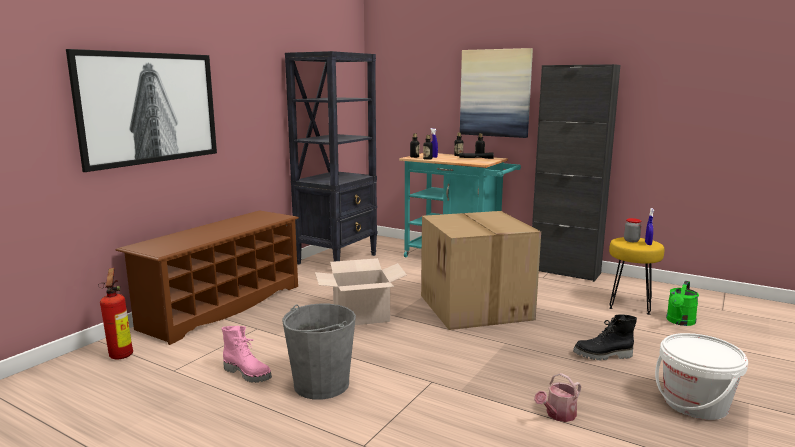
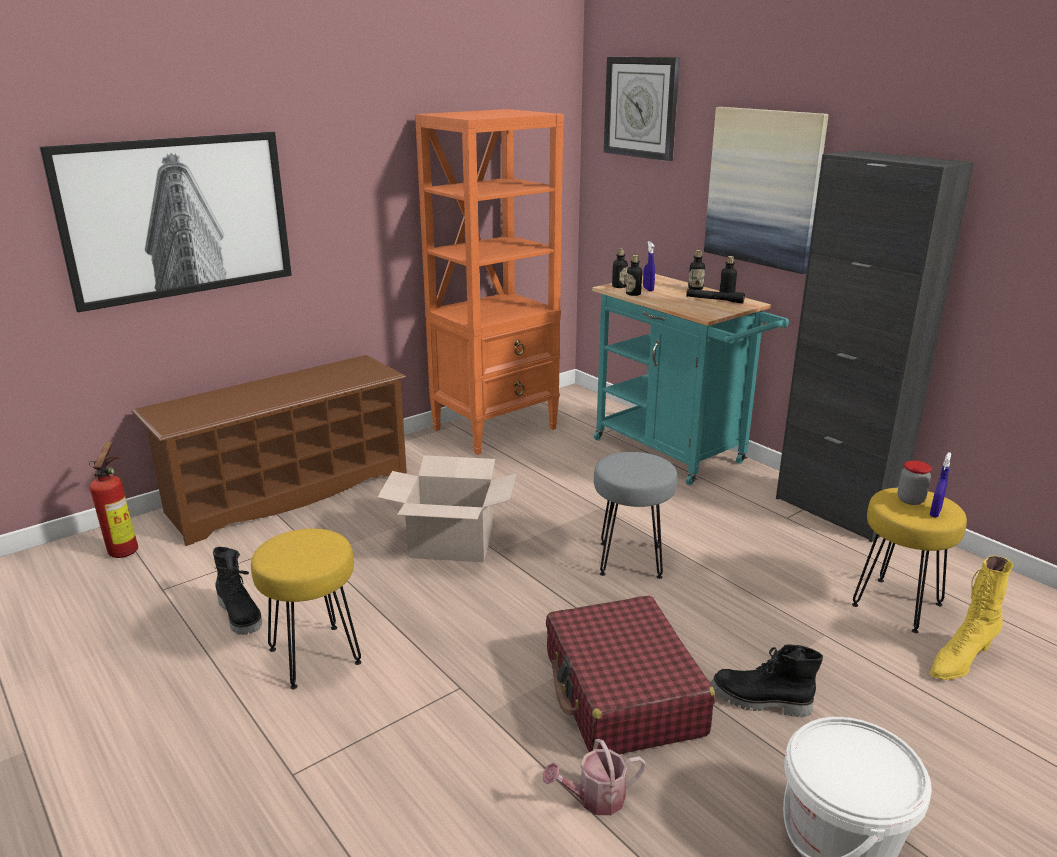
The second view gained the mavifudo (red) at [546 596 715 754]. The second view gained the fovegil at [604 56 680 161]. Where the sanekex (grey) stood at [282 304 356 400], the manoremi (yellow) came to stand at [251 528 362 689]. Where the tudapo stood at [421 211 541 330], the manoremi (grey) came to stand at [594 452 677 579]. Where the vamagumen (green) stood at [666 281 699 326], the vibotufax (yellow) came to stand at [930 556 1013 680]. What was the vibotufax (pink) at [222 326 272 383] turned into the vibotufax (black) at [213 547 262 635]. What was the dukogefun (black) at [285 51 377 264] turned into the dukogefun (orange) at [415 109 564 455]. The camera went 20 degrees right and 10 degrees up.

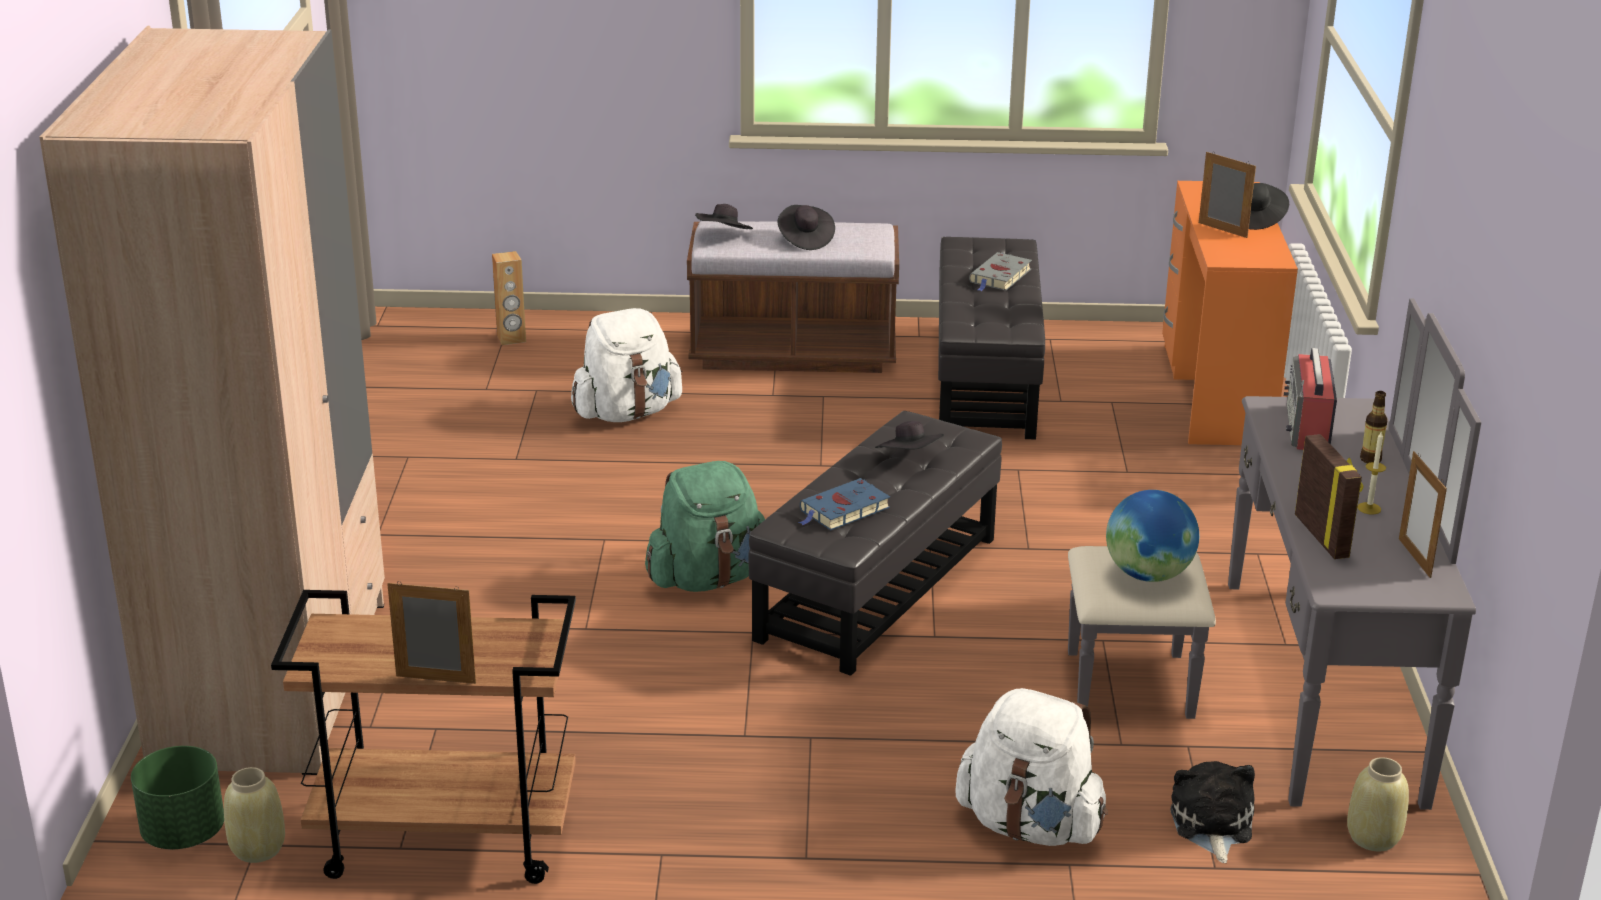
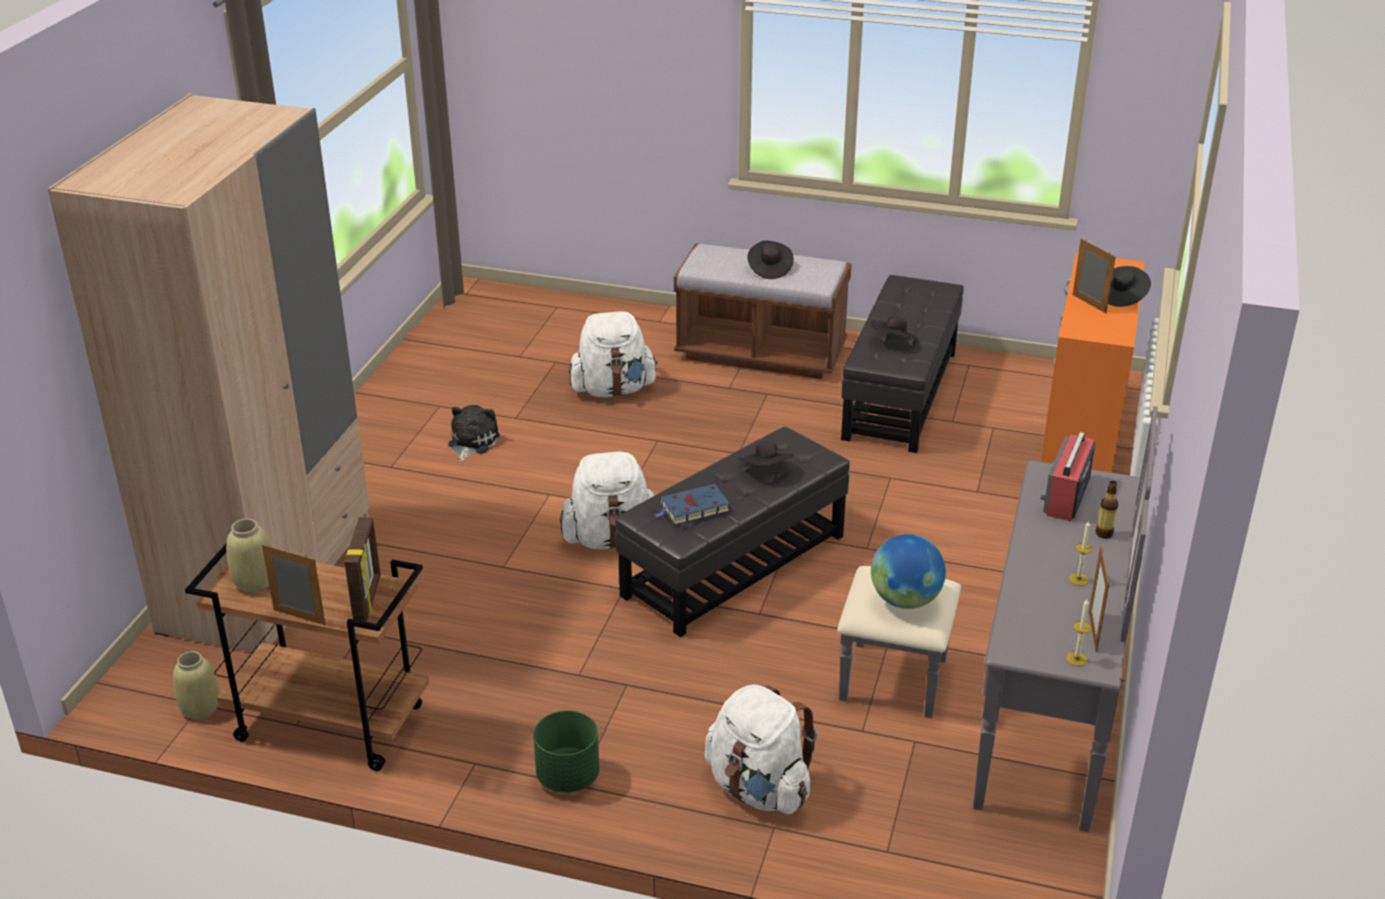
The second view lost the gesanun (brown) at [492 251 526 345]. The second view lost the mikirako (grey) at [969 252 1032 291]. The second view gained the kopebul at [1066 599 1091 666]. The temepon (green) ended up elsewhere, having gone from [131 746 224 849] to [533 710 600 793]. The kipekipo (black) ended up elsewhere, having gone from [695 204 753 229] to [871 316 919 339]. The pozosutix ended up elsewhere, having gone from [1170 761 1255 863] to [448 405 500 462]. The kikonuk ended up elsewhere, having gone from [1295 434 1363 559] to [344 517 381 621]. The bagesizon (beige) ended up elsewhere, having gone from [1347 757 1409 851] to [226 519 271 592]. What was the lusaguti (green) at [645 461 765 592] turned into the lusaguti (white) at [560 451 654 549]. The camera went 15 degrees right and 5 degrees up.

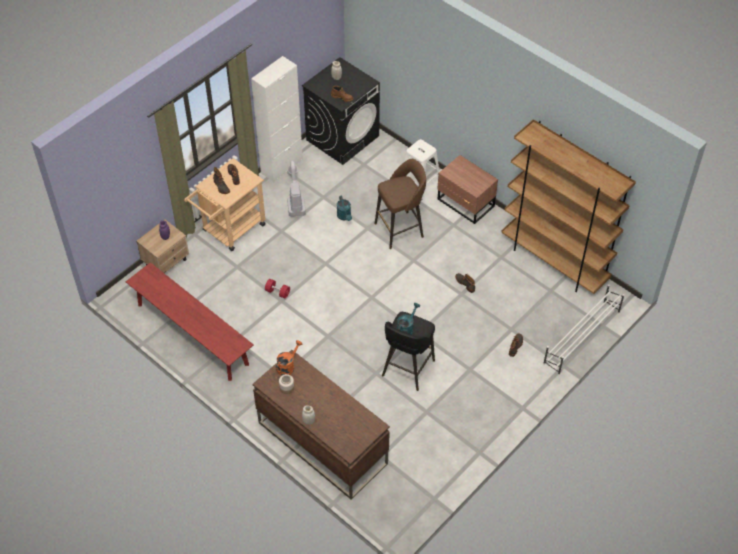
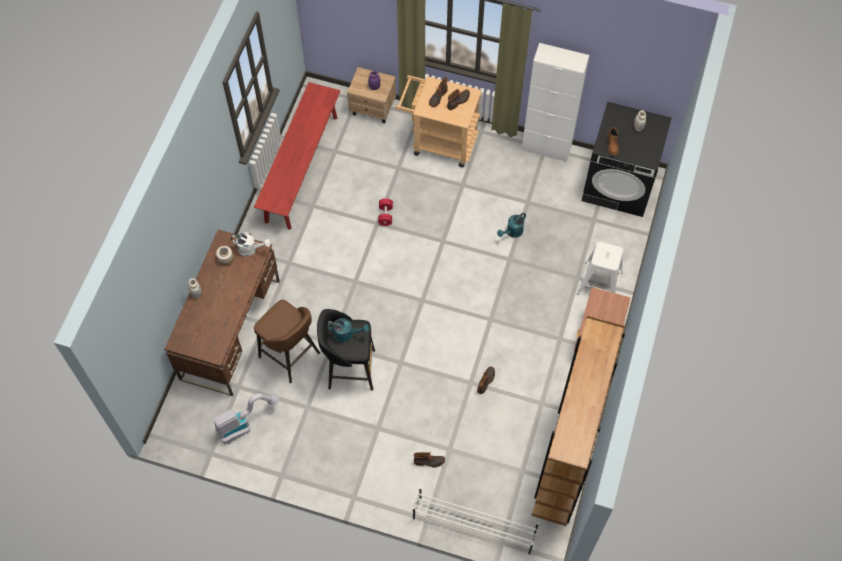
The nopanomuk ended up elsewhere, having gone from [287 160 306 217] to [214 393 279 445]. The manoremi (brown) ended up elsewhere, having gone from [374 159 426 249] to [254 300 320 383]. What was the vamagumen (orange) at [276 340 303 376] turned into the vamagumen (white) at [231 232 271 257]. The camera went 65 degrees right and 10 degrees up.

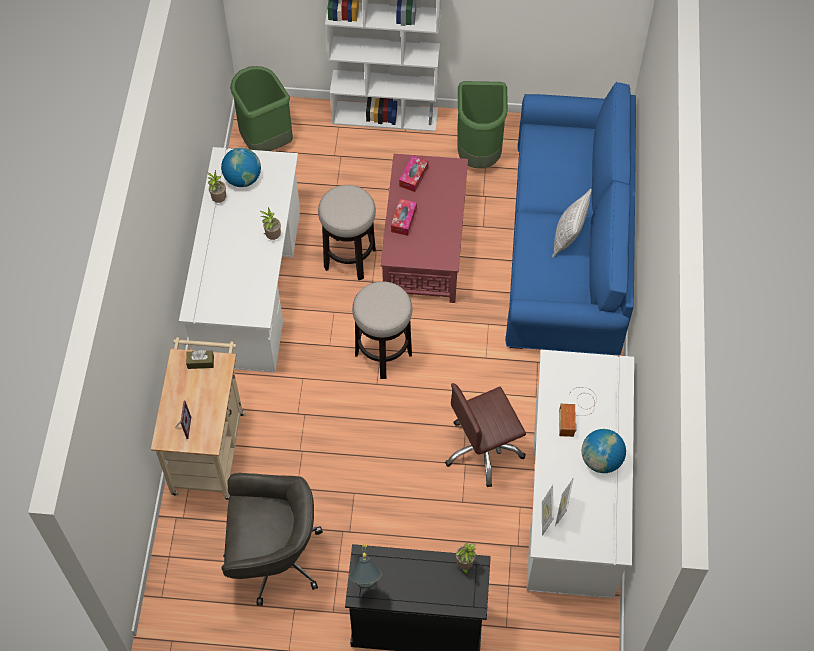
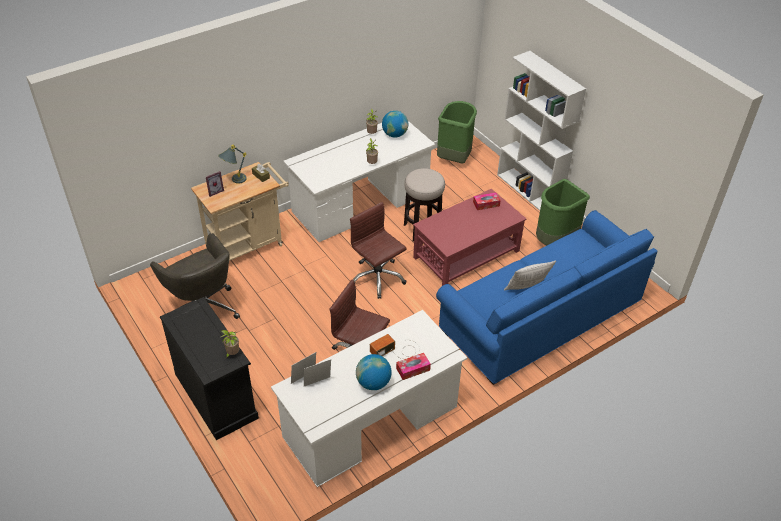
The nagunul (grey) ended up elsewhere, having gone from [349 544 382 588] to [218 145 247 184]. The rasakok ended up elsewhere, having gone from [391 199 417 236] to [396 353 431 380]. Where the manoremi stood at [352 281 412 379], the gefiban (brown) came to stand at [350 202 407 299]. The camera went 50 degrees right and 15 degrees down.

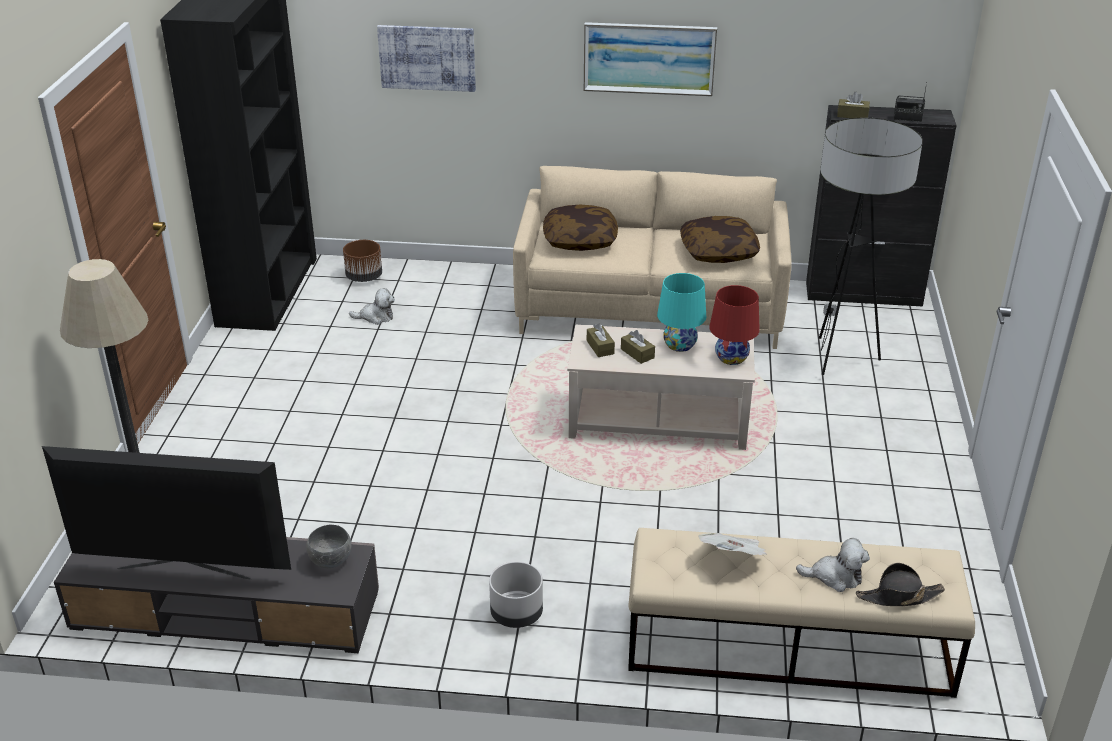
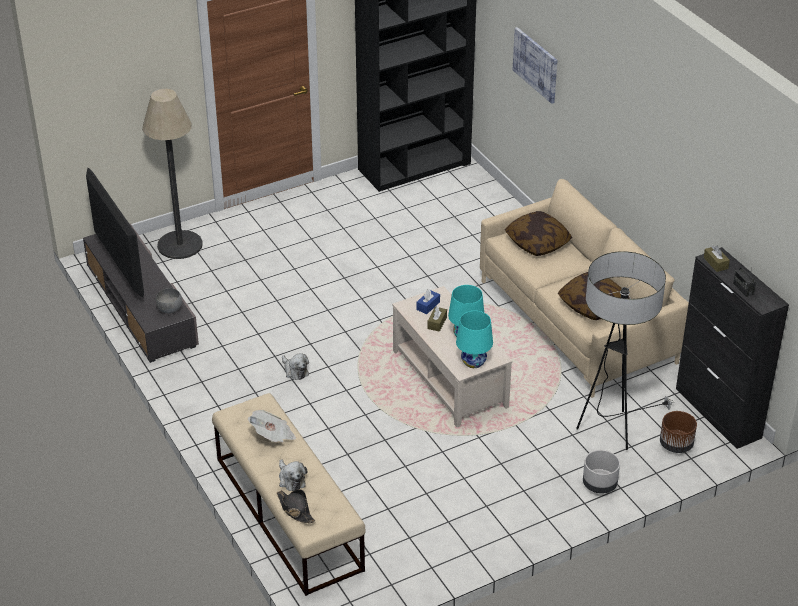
The second view lost the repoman at [583 22 717 96]. The temepon (brown) ended up elsewhere, having gone from [343 240 382 282] to [660 411 697 453]. The pozosutix ended up elsewhere, having gone from [349 288 395 325] to [282 353 309 380]. The temepon (grey) ended up elsewhere, having gone from [489 561 543 628] to [583 450 620 493]. What was the rasakok (brown) at [587 324 615 357] turned into the rasakok (blue) at [416 289 440 314]. What was the nagunul (red) at [709 285 760 365] turned into the nagunul (turquoise) at [456 311 493 368]. The camera went 55 degrees right and 5 degrees up.

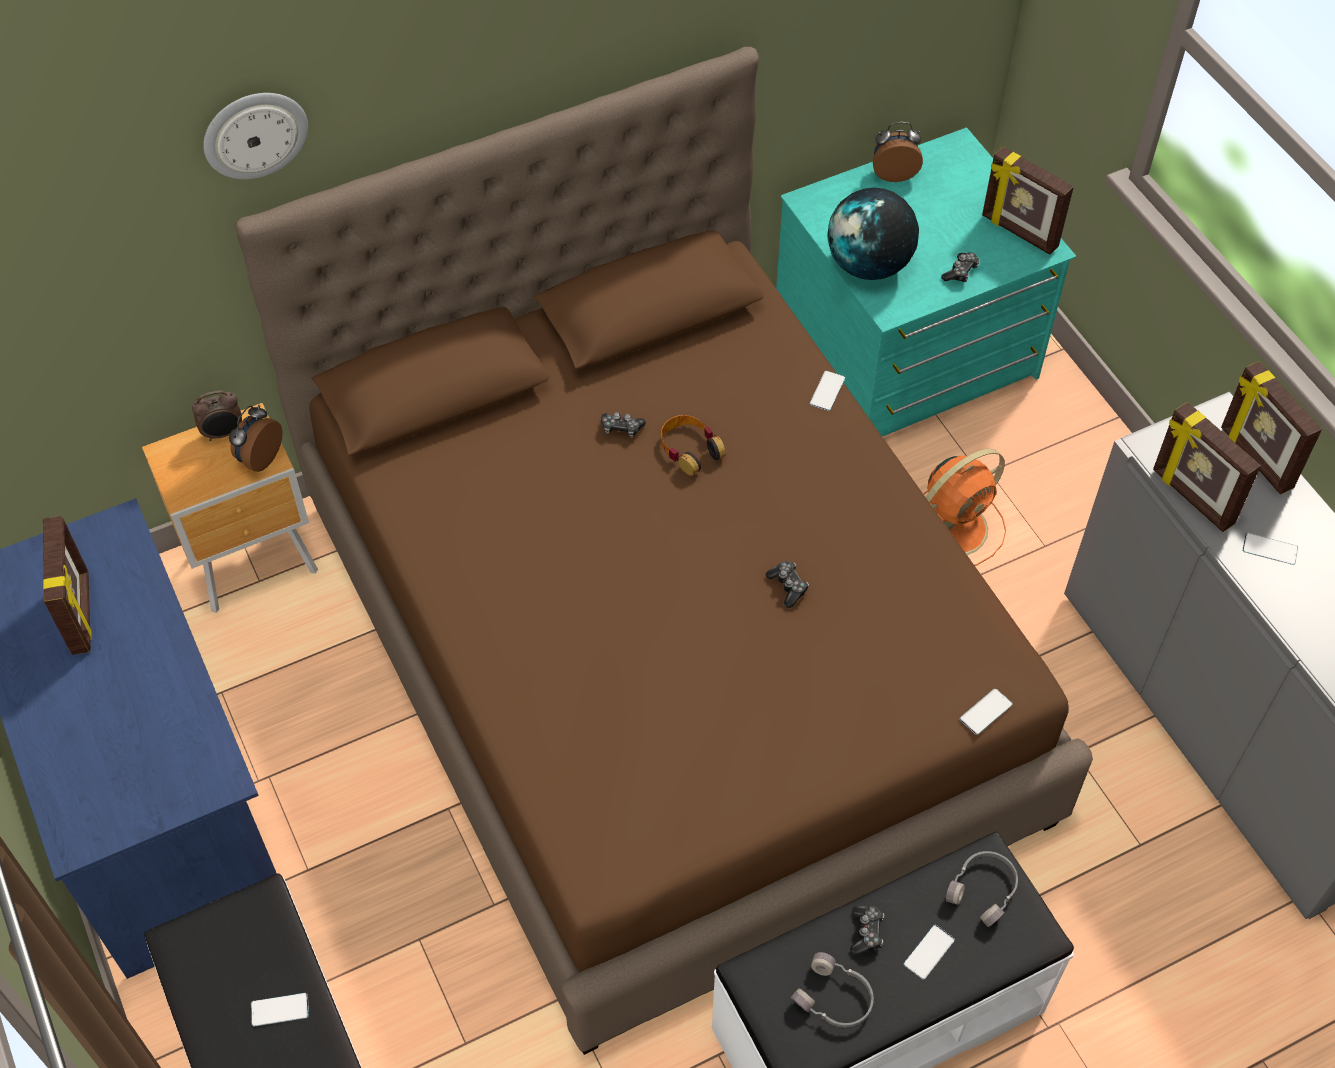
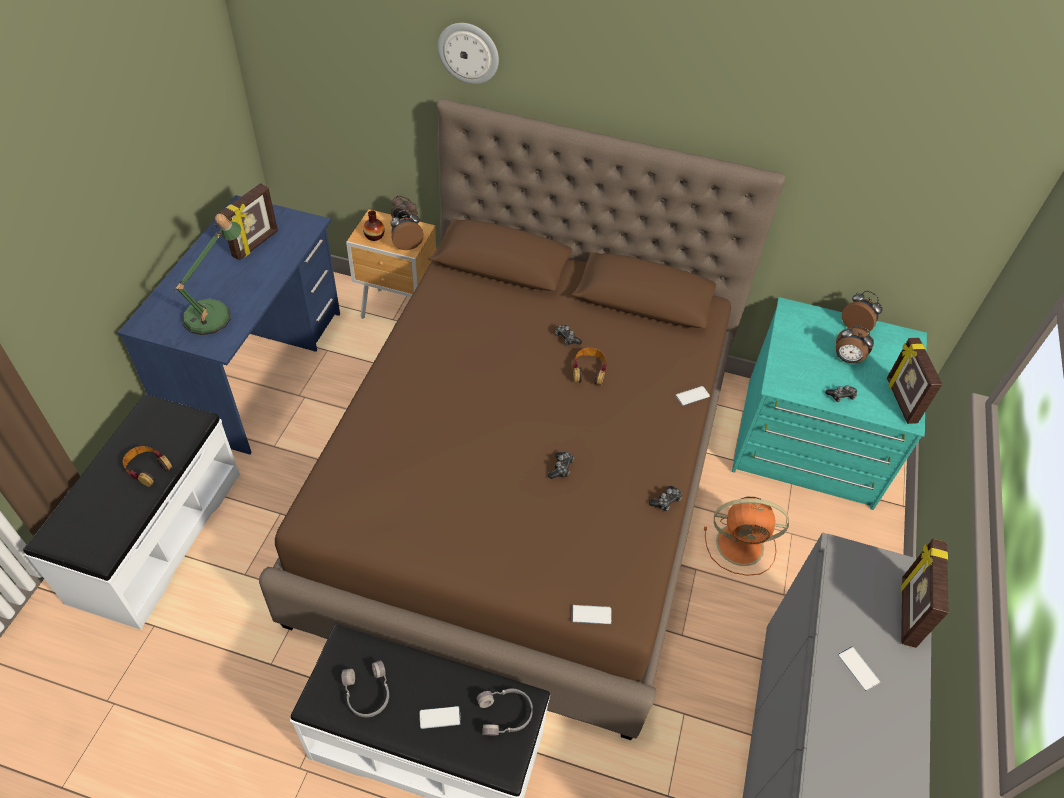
The second view lost the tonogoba at [827 188 919 280]. The second view lost the kikonuk at [1153 402 1261 532]. The second view gained the nagunul at [174 213 241 335]. The second view gained the bagesizon at [363 211 385 241]. The second view gained the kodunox at [836 326 874 364]. The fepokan ended up elsewhere, having gone from [850 906 884 955] to [649 486 682 511]. Where the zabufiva stood at [251 993 309 1027], the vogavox came to stand at [123 446 172 487]. The camera went 40 degrees right and 5 degrees down.

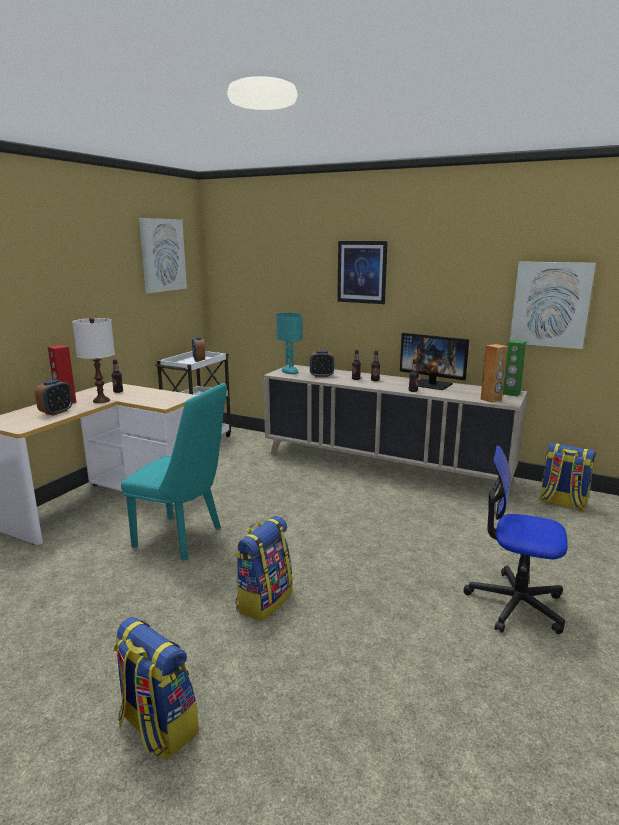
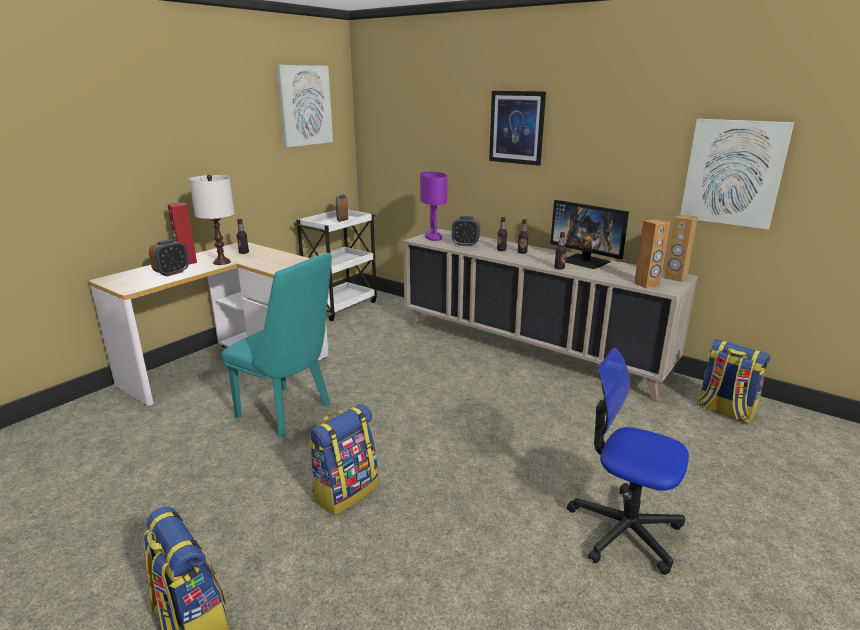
What was the nagunul (turquoise) at [276 313 302 374] turned into the nagunul (purple) at [420 172 447 241]. What was the gesanun (green) at [503 340 526 396] turned into the gesanun (brown) at [664 214 698 282]. The camera went 10 degrees right and 5 degrees up.

